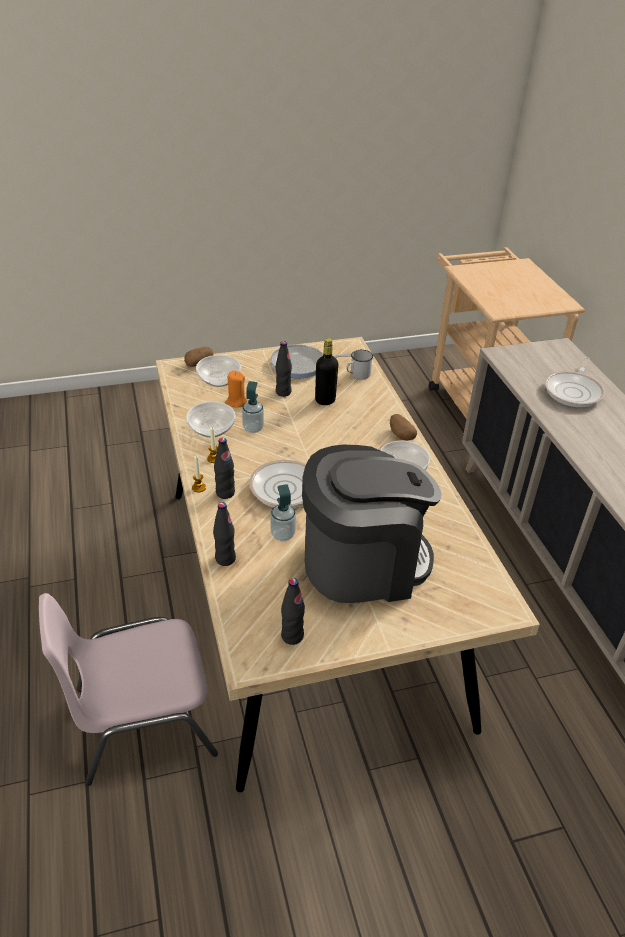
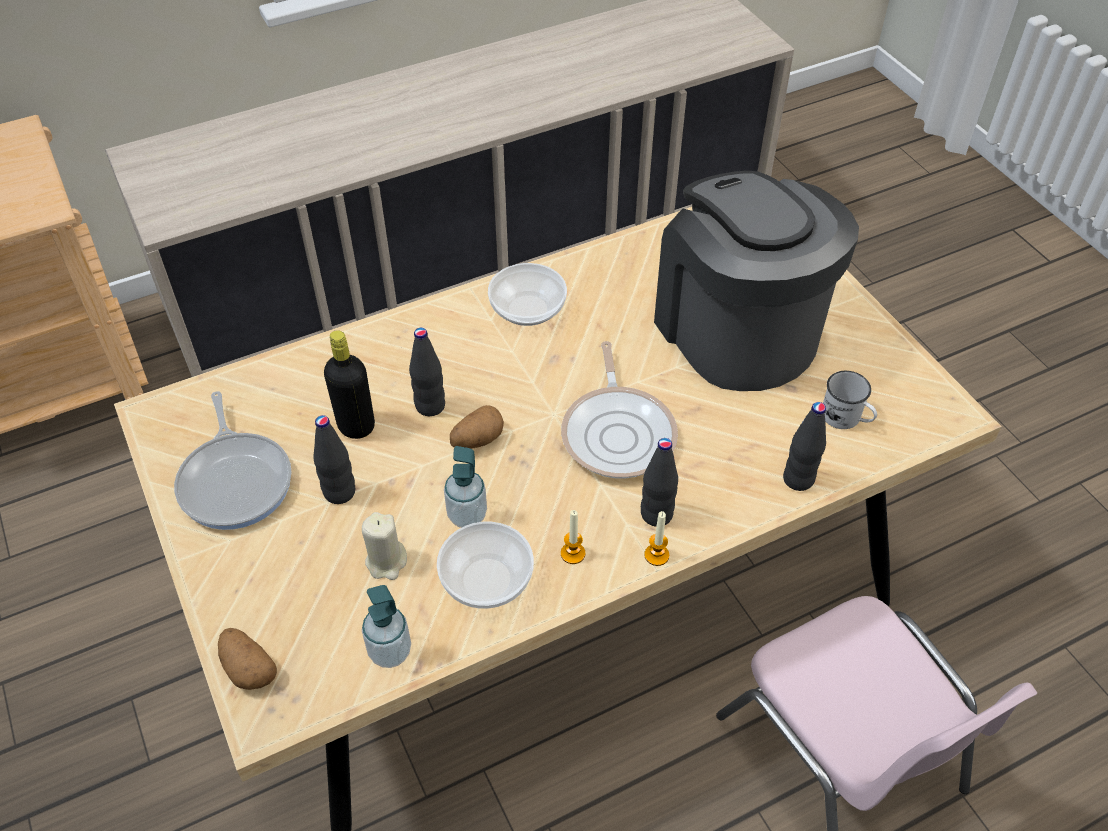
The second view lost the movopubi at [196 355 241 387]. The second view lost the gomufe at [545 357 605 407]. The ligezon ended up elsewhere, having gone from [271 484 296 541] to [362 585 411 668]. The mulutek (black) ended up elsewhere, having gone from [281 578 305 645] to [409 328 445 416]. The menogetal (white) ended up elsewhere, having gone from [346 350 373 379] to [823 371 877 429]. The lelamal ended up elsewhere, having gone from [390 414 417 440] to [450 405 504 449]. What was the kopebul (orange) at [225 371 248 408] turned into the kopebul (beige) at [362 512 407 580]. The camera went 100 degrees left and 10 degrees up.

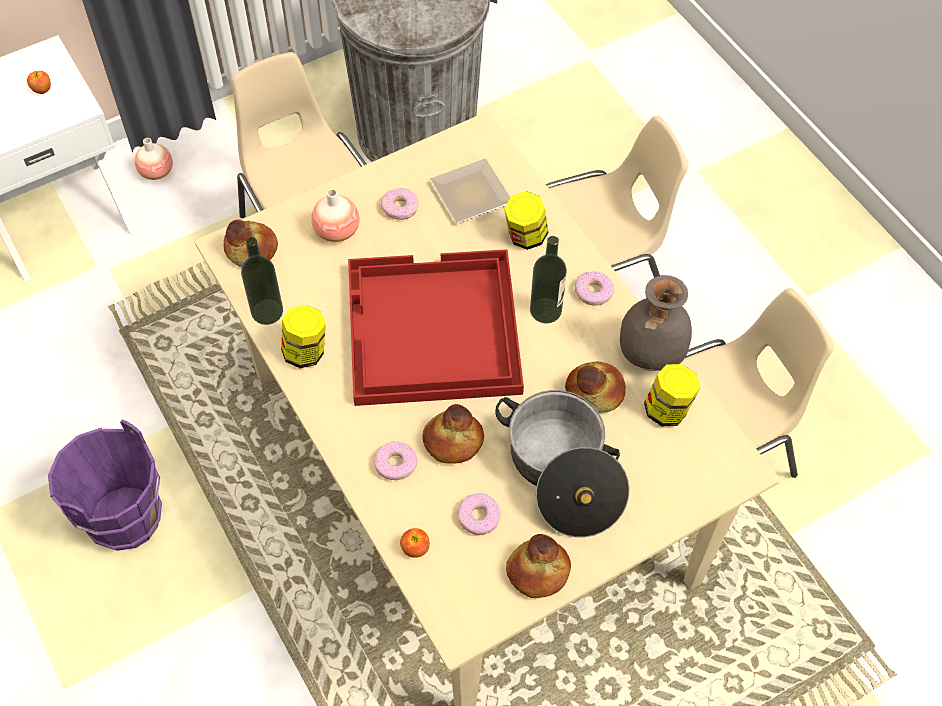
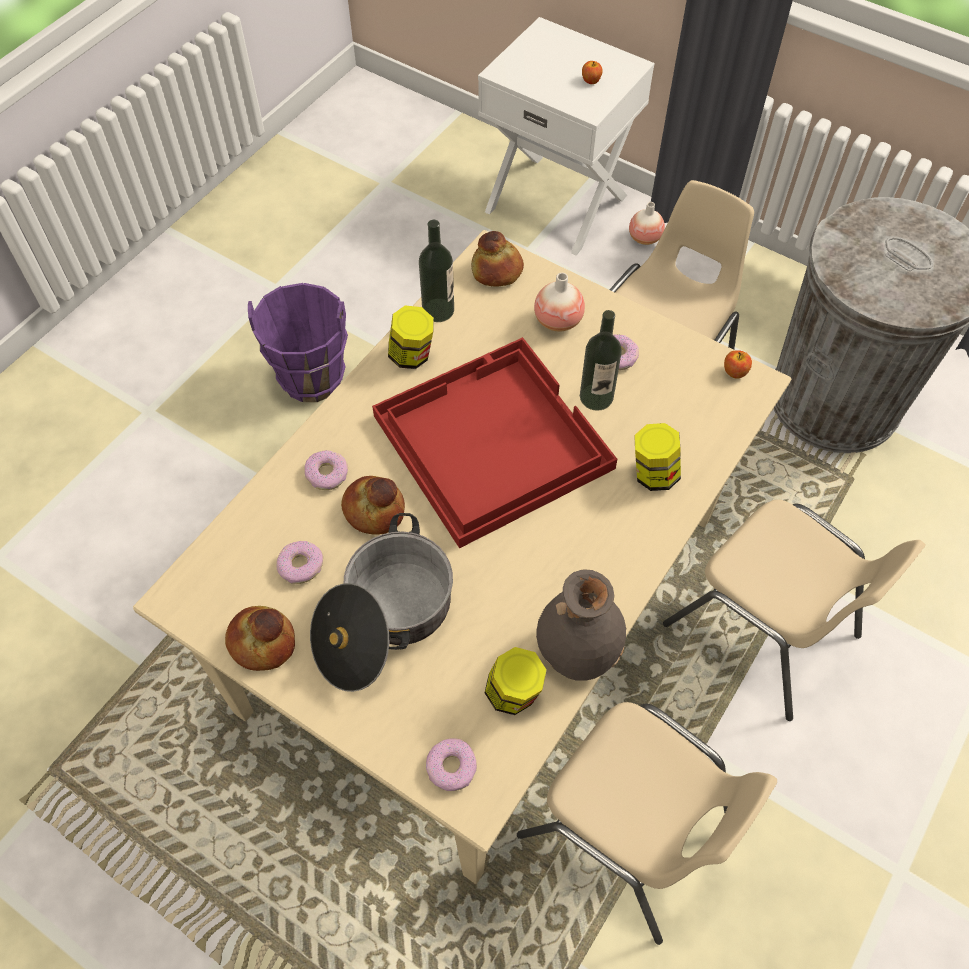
The second view lost the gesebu at [429 159 510 224]. The second view lost the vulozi at [565 361 626 413]. The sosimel ended up elsewhere, having gone from [400 528 430 558] to [724 350 752 379]. The mulutek ended up elsewhere, having gone from [530 236 567 324] to [580 310 622 411]. The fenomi ended up elsewhere, having gone from [575 271 614 306] to [426 738 477 791]. The camera went 65 degrees right and 0 degrees up.

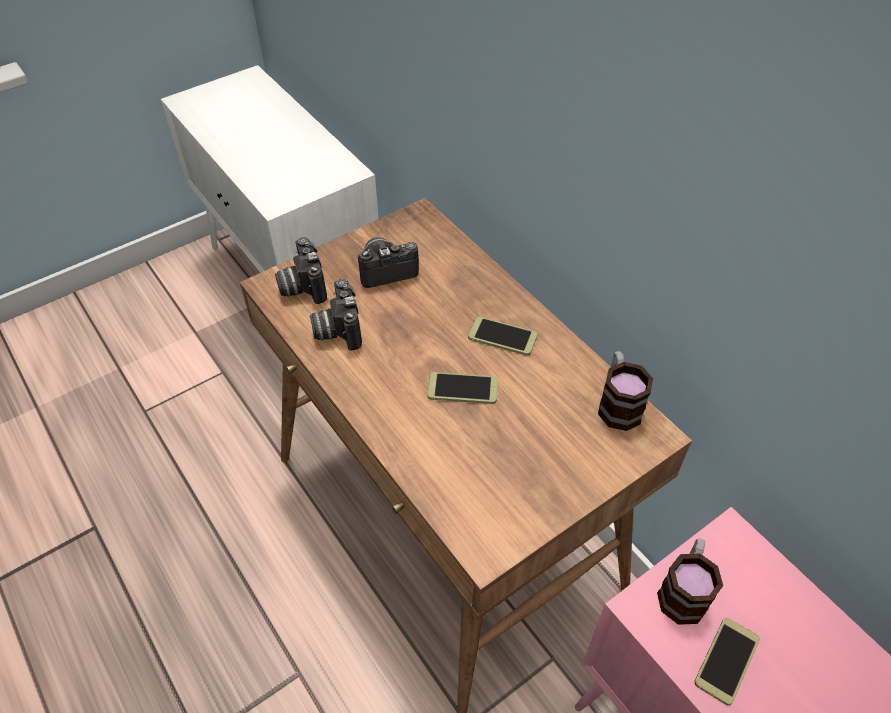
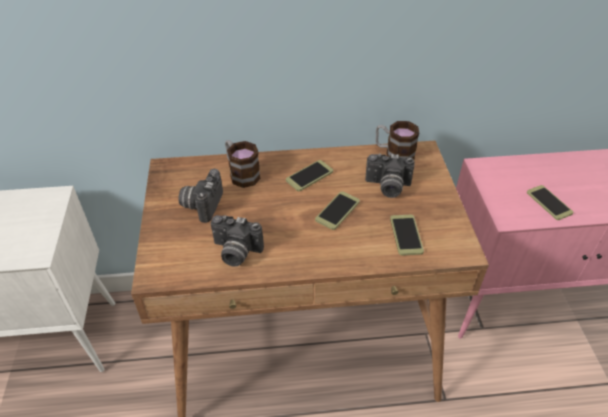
The second view gained the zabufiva at [390 215 424 256]. The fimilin ended up elsewhere, having gone from [275 237 327 304] to [365 154 415 198]. The menogetal ended up elsewhere, having gone from [657 538 723 625] to [225 140 261 188]. The camera went 60 degrees left and 5 degrees down.

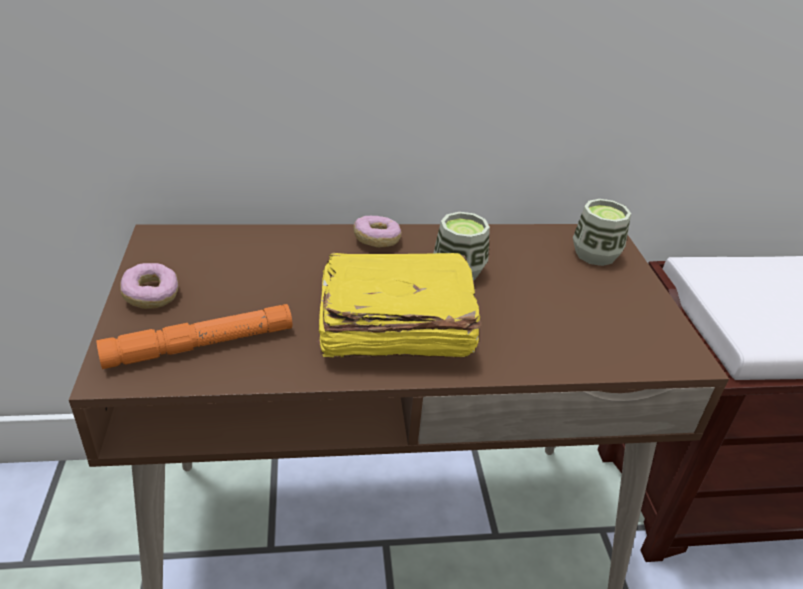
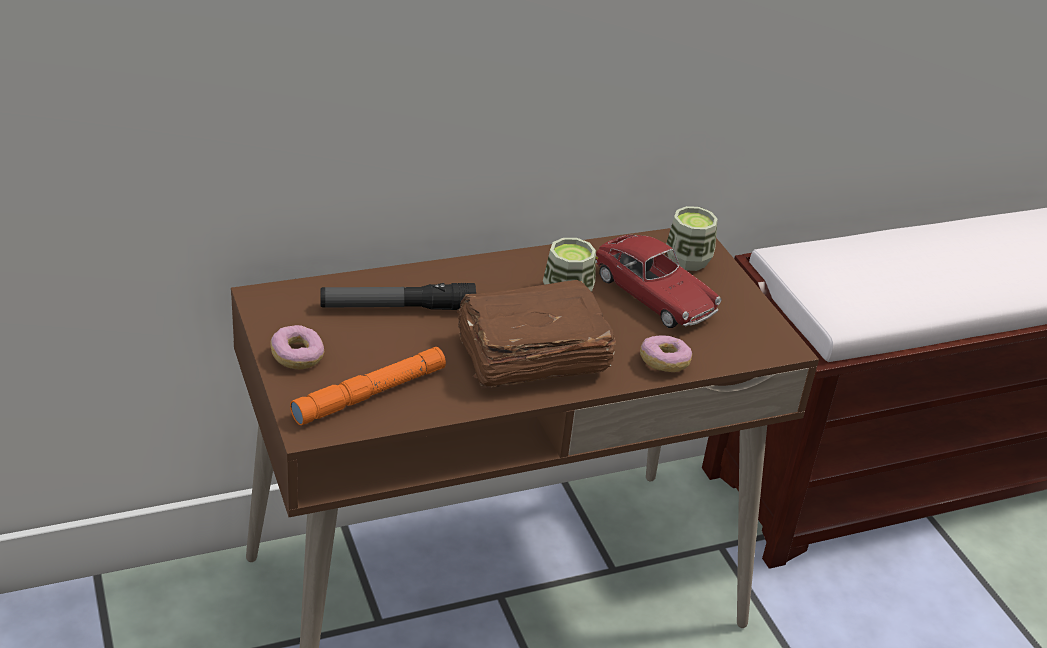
The second view gained the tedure at [320 283 476 310]. The second view gained the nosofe at [596 235 722 328]. The fenomi ended up elsewhere, having gone from [353 216 402 247] to [640 335 692 372]. What was the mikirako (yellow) at [316 253 481 358] turned into the mikirako (brown) at [457 280 616 389]. The camera went 15 degrees left and 0 degrees up.

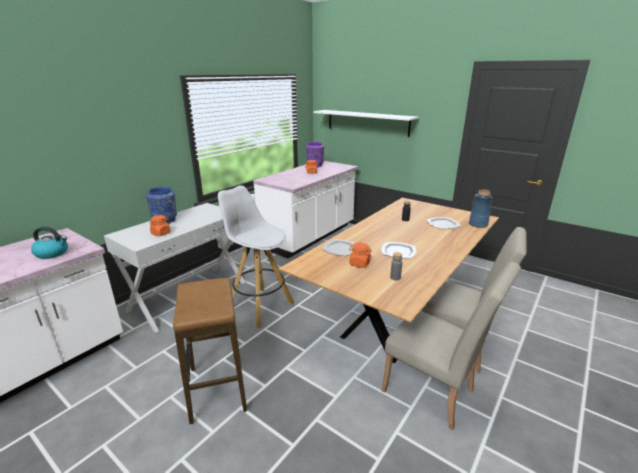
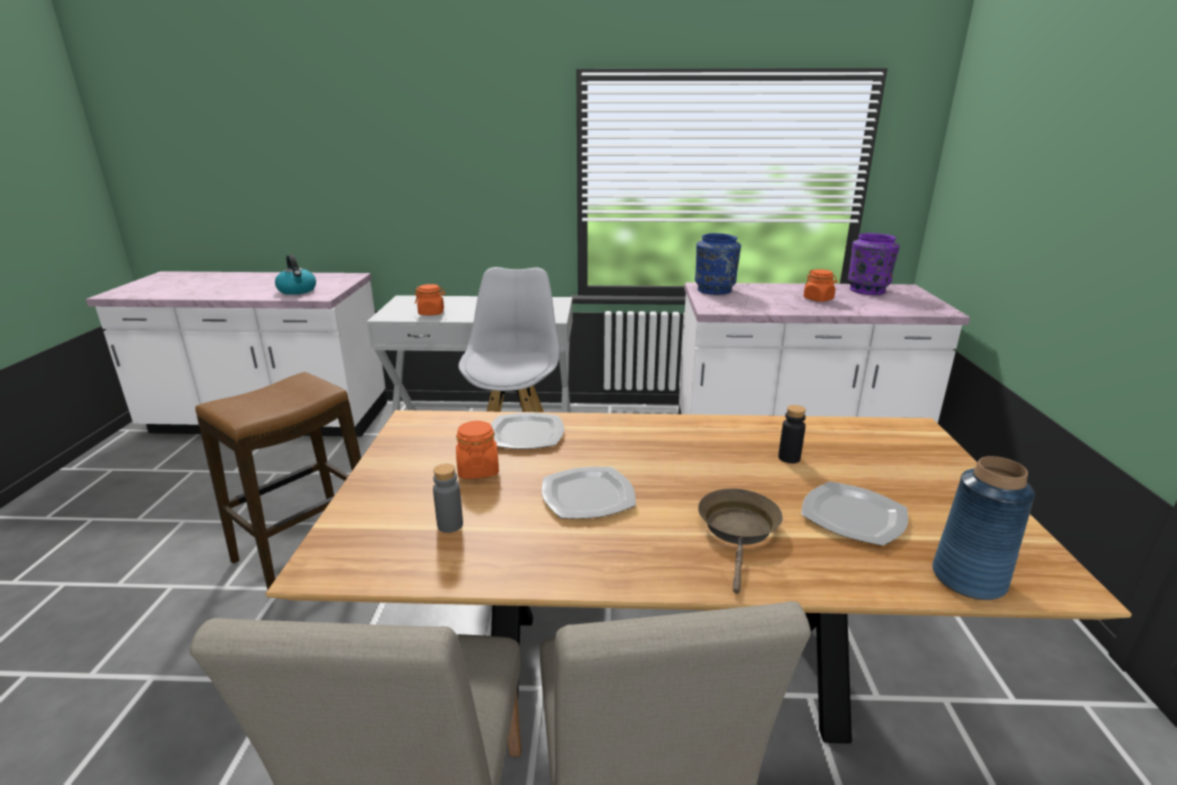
The second view lost the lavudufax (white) at [313 110 419 137]. The second view gained the gomufe (brown) at [698 489 782 594]. The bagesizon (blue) ended up elsewhere, having gone from [146 187 177 223] to [695 233 741 295]. The camera went 55 degrees right and 0 degrees up.

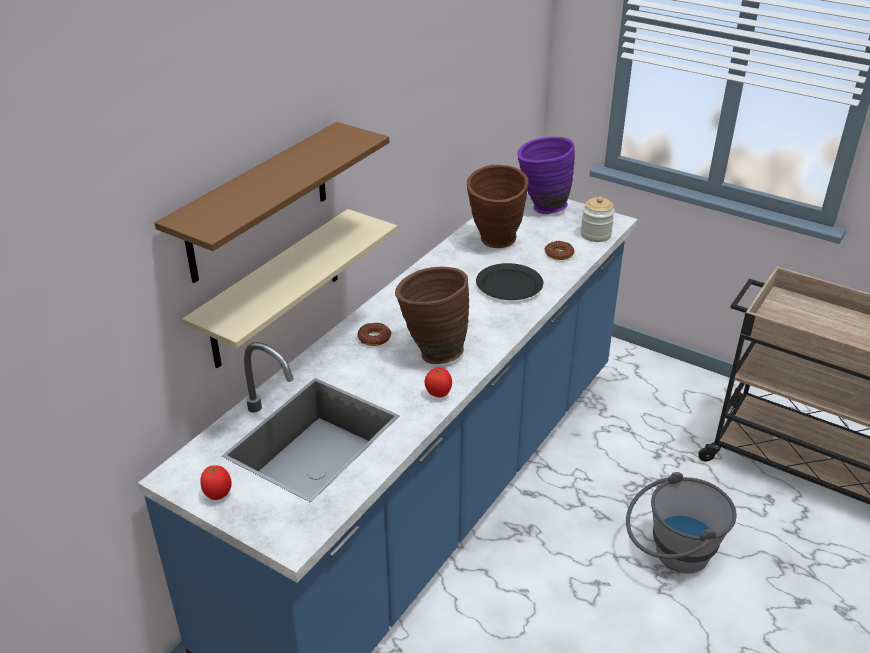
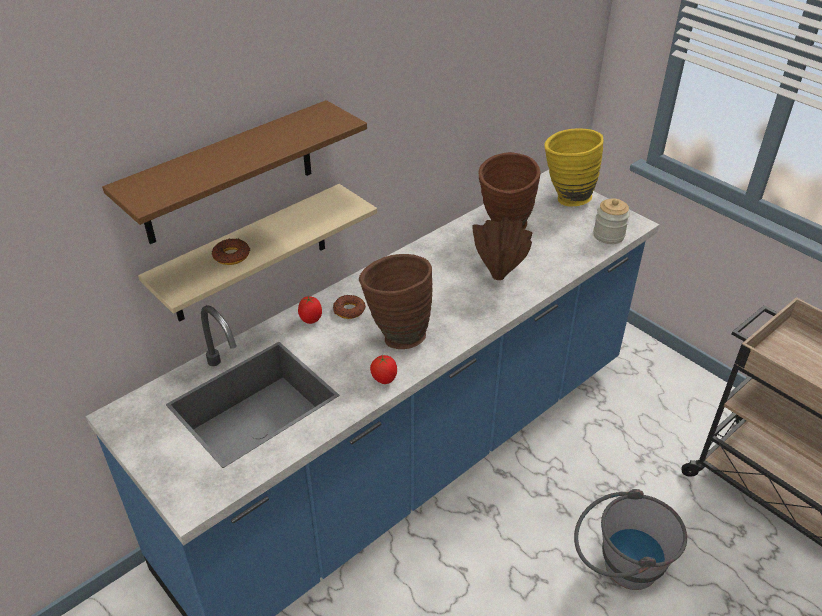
The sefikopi ended up elsewhere, having gone from [200 466 232 500] to [298 296 322 324]. The fenomi ended up elsewhere, having gone from [545 241 574 260] to [212 238 251 265]. Where the gesebu (black) stood at [476 263 543 300], the bagesizon (brown) came to stand at [472 217 532 280]. What was the bagesizon (purple) at [517 137 575 214] turned into the bagesizon (yellow) at [544 128 603 206]. The camera went 15 degrees right and 5 degrees up.

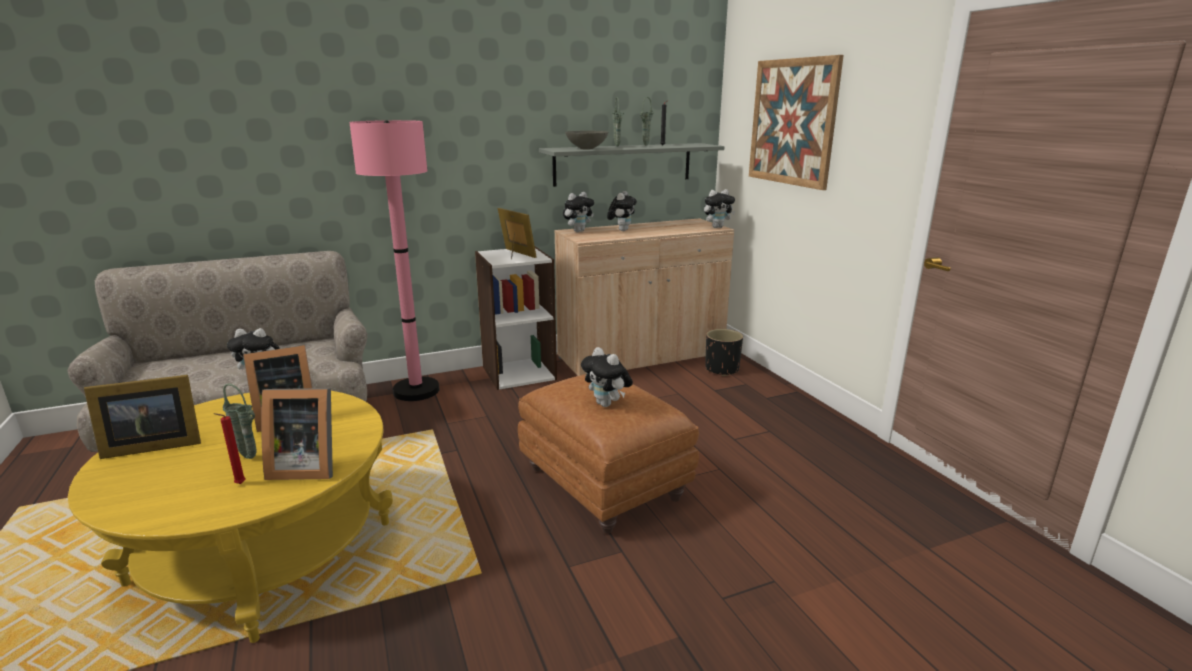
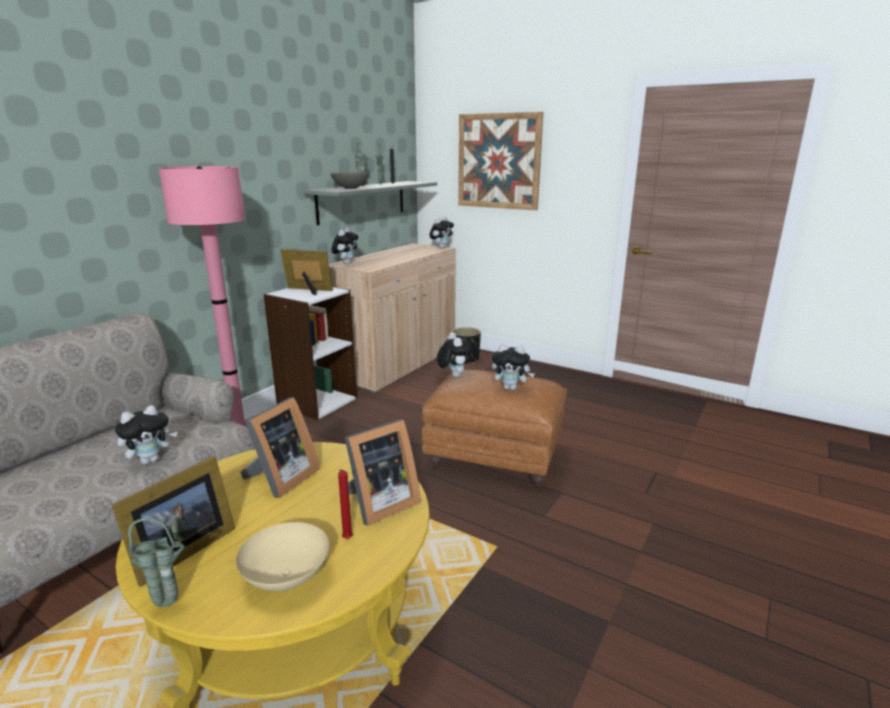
The second view gained the movopubi (beige) at [236 522 329 591]. The bagesizon (green) ended up elsewhere, having gone from [222 383 257 459] to [128 518 185 607]. The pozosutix ended up elsewhere, having gone from [607 191 637 231] to [437 332 472 377]. The camera went 35 degrees left and 0 degrees up.

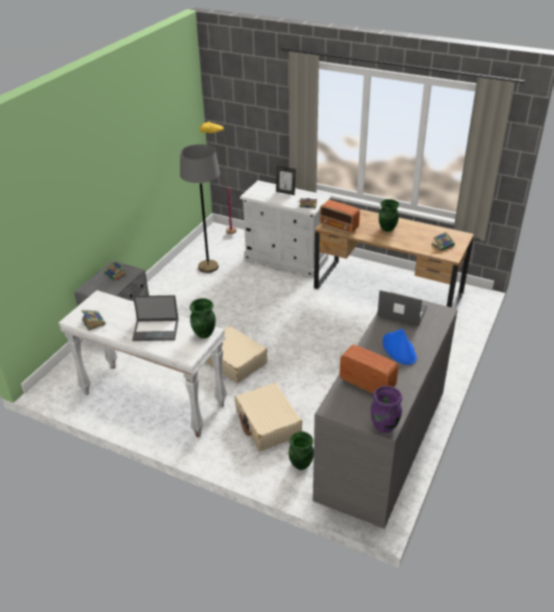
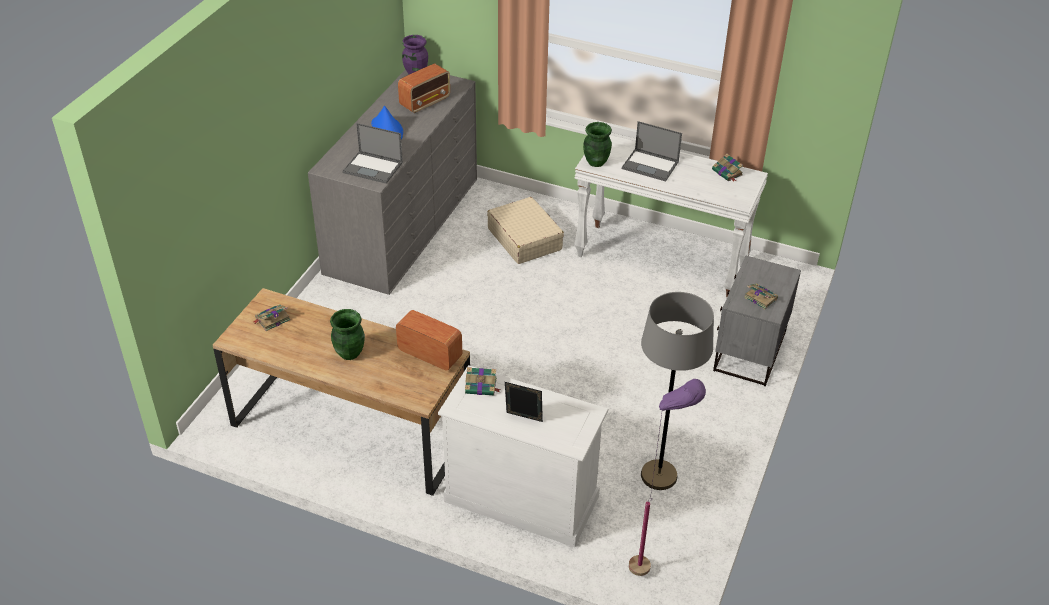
The second view lost the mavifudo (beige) at [206 326 268 383]. The second view lost the bagesizon (green) at [289 431 314 470]. What was the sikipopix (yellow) at [200 121 237 234] turned into the sikipopix (purple) at [629 379 706 576]. The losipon at [132 295 178 341] ended up facing another way, 150 degrees counterclockwise from before. The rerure at [340 345 398 393] ended up facing another way, 75 degrees counterclockwise from before. The camera went 175 degrees right and 5 degrees up.

